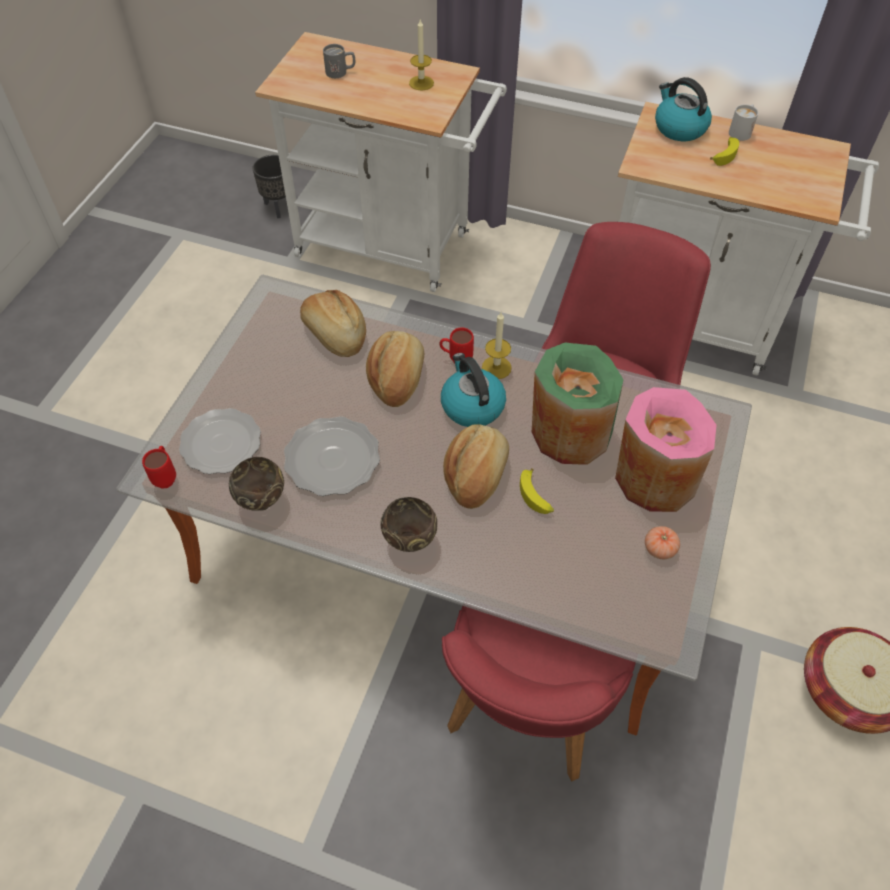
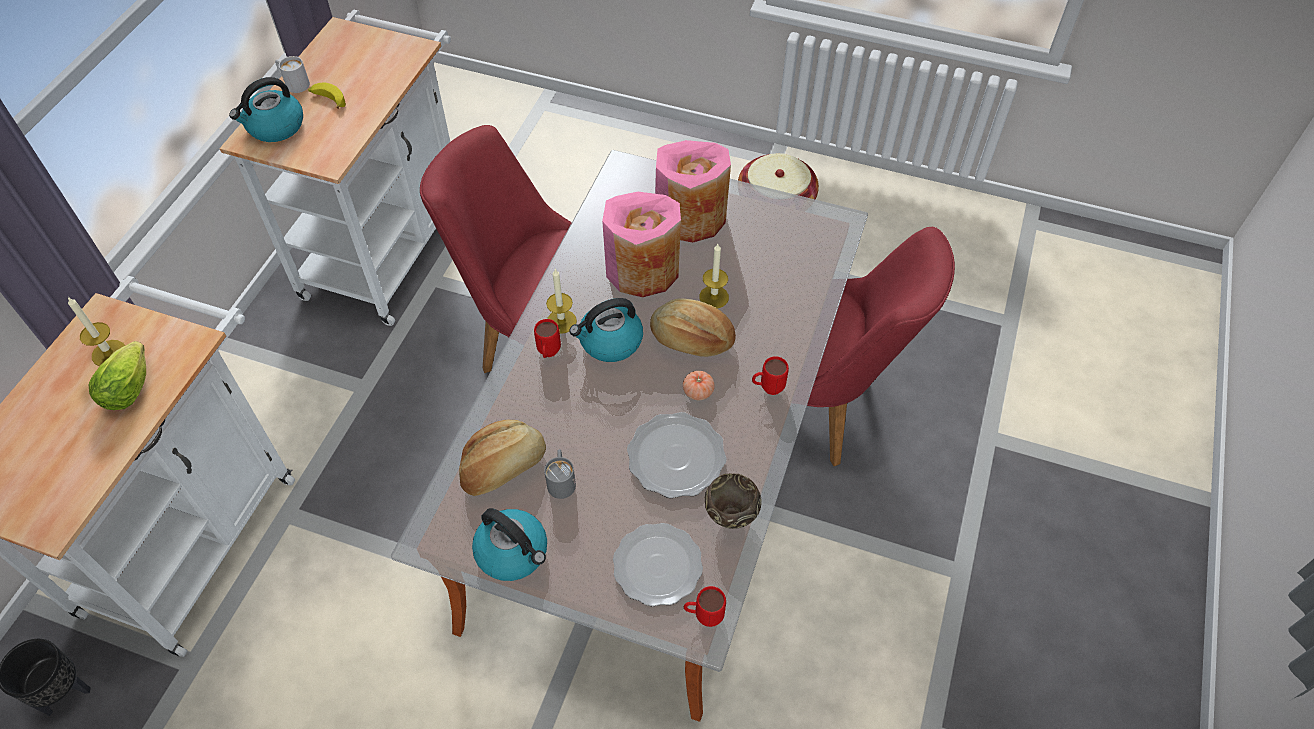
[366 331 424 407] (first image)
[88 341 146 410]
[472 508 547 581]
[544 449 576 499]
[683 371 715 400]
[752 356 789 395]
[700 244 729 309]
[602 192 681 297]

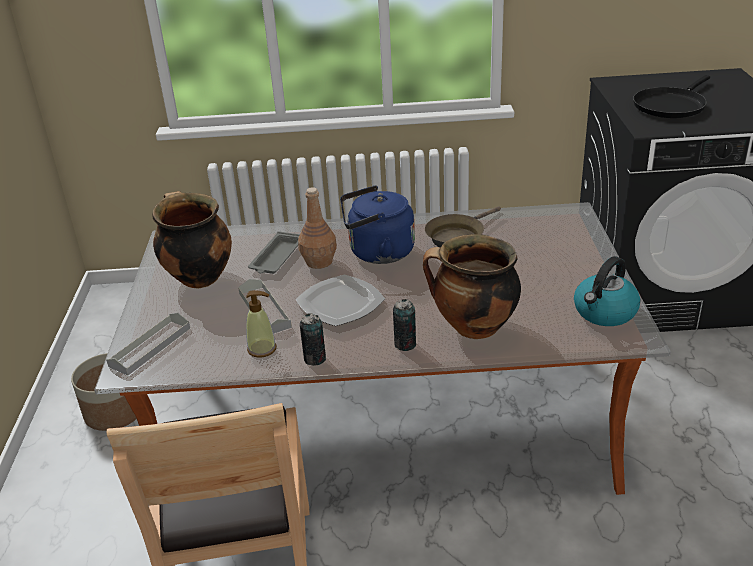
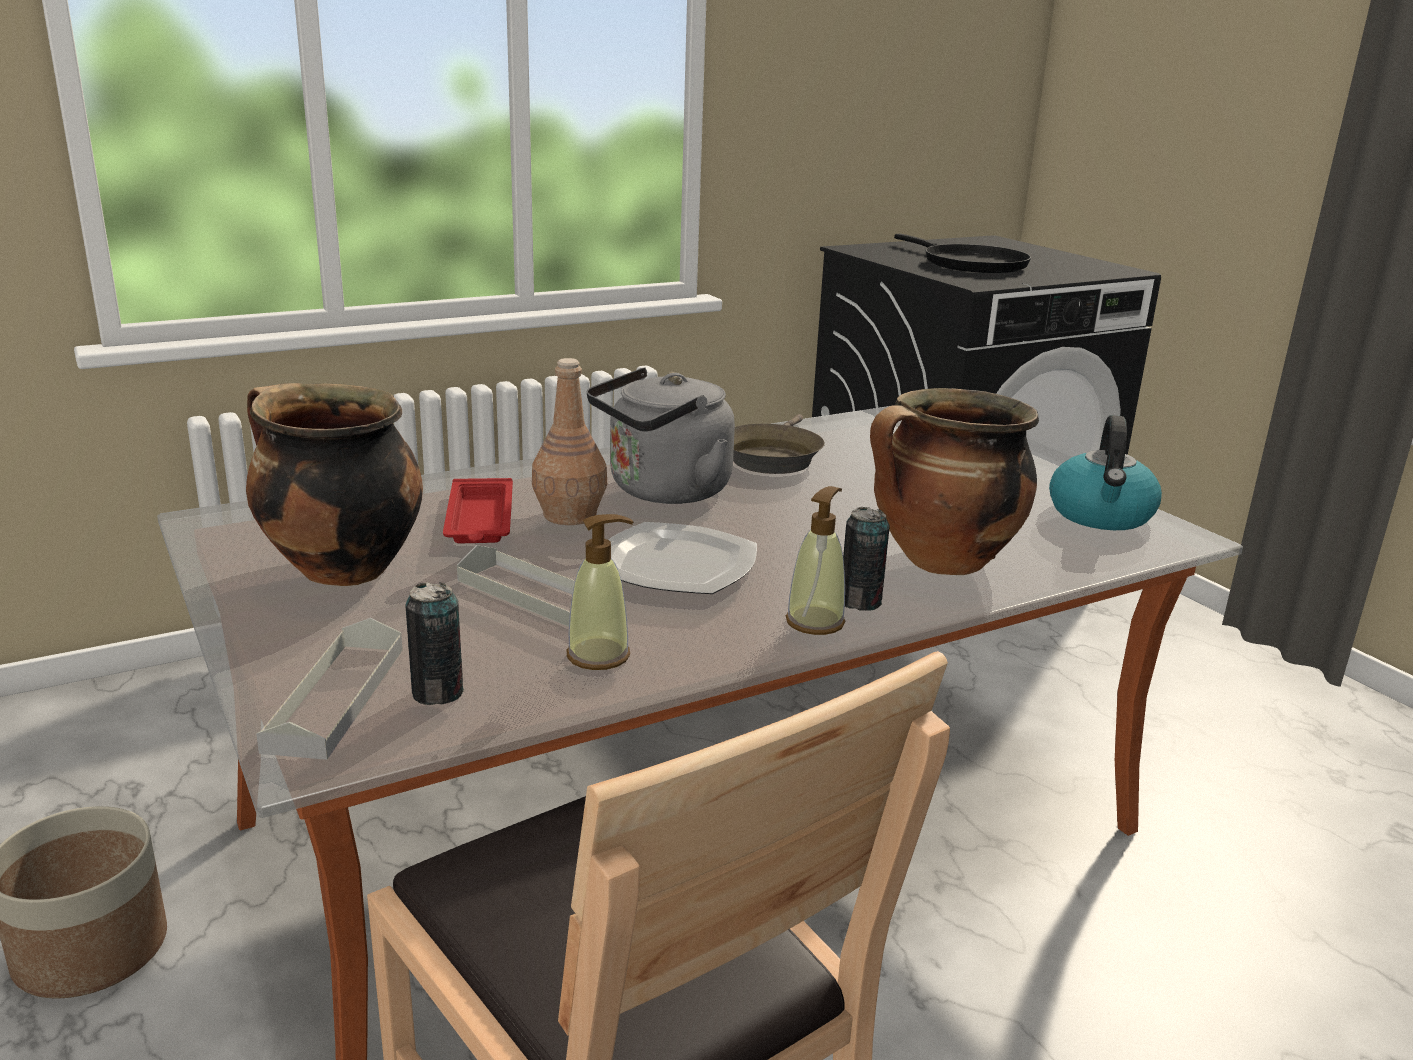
[786 486 846 635]
[405 582 464 705]
[443 478 513 543]
[587 368 735 504]
[894 234 1031 273]

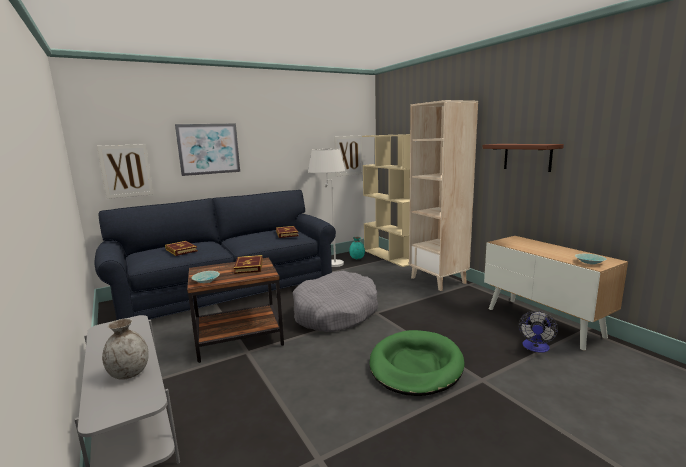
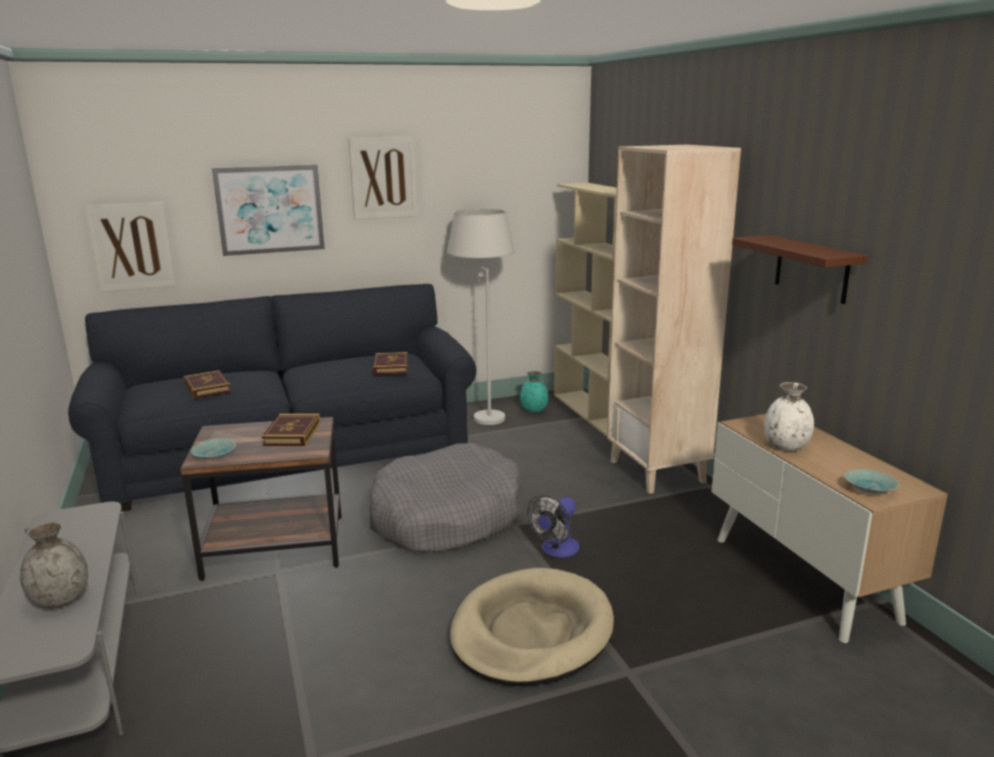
[764 382 814 451]
[348 136 418 220]
[527 495 579 558]
[450 568 614 686]

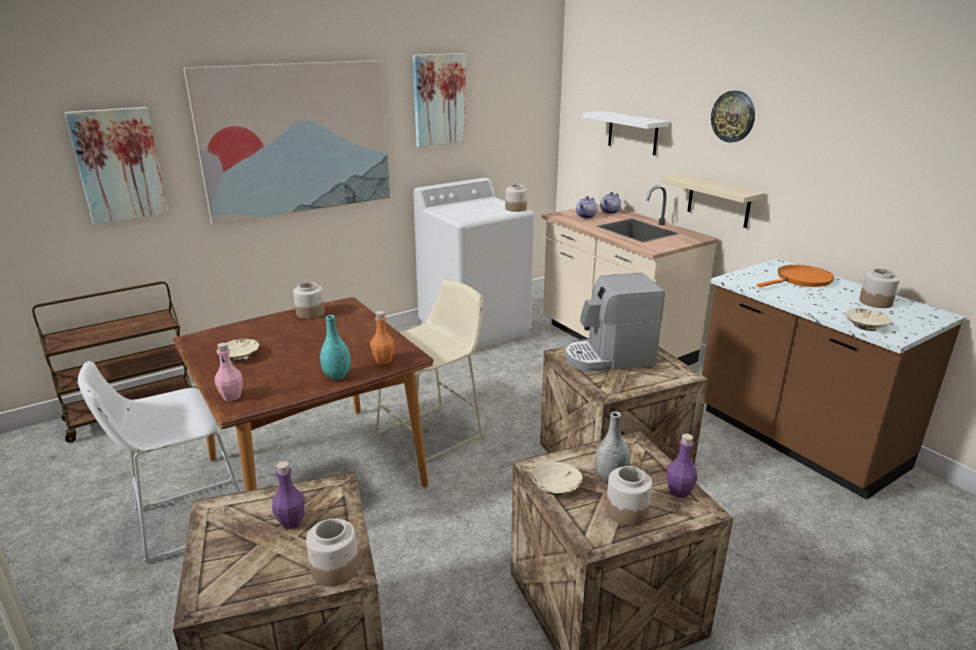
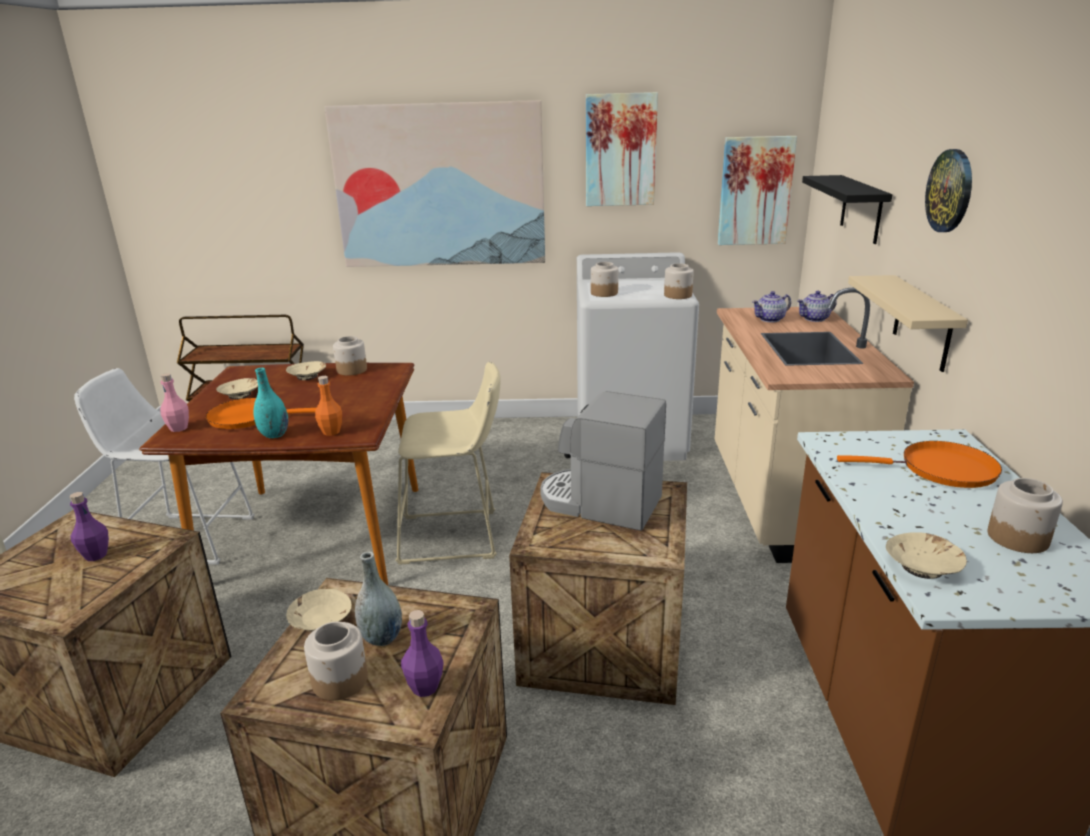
[206 398 316 429]
[286 361 326 380]
[718 136 797 245]
[591 262 618 297]
[802 175 892 244]

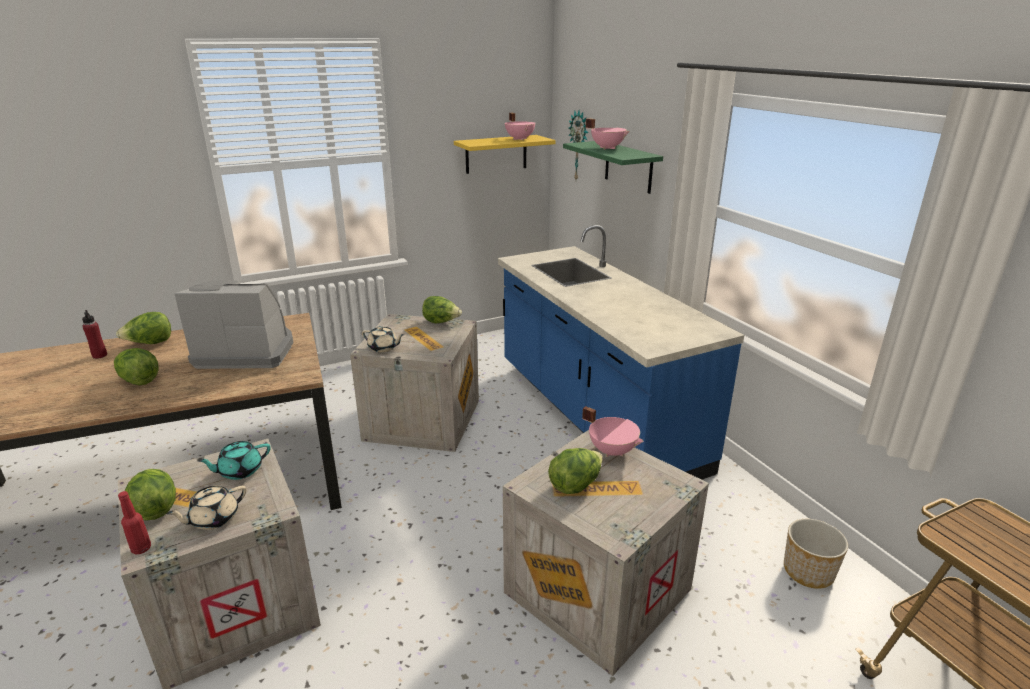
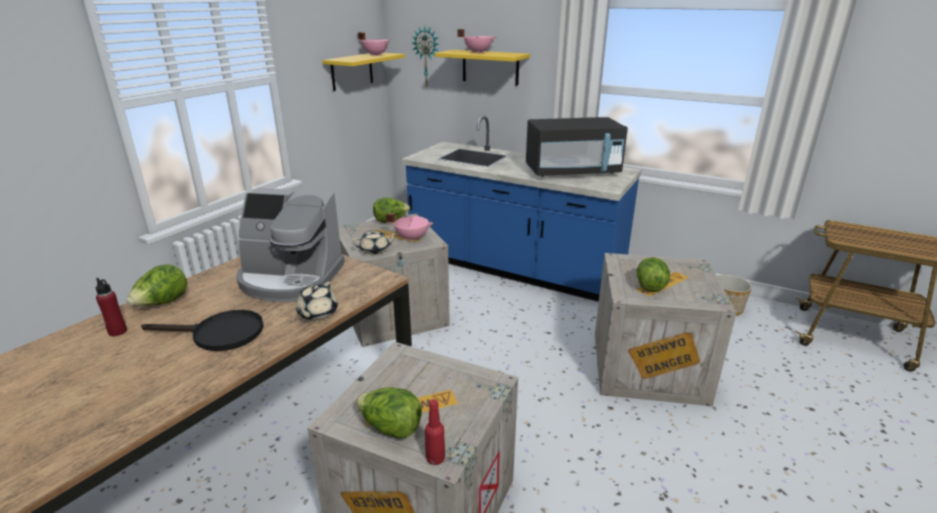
[198 441 271 480] (first image)
[526 117 628 177]
[296 282 338 321]
[386 213 433 242]
[141 310 264 351]
[435 50 530 86]
[236 188 345 302]

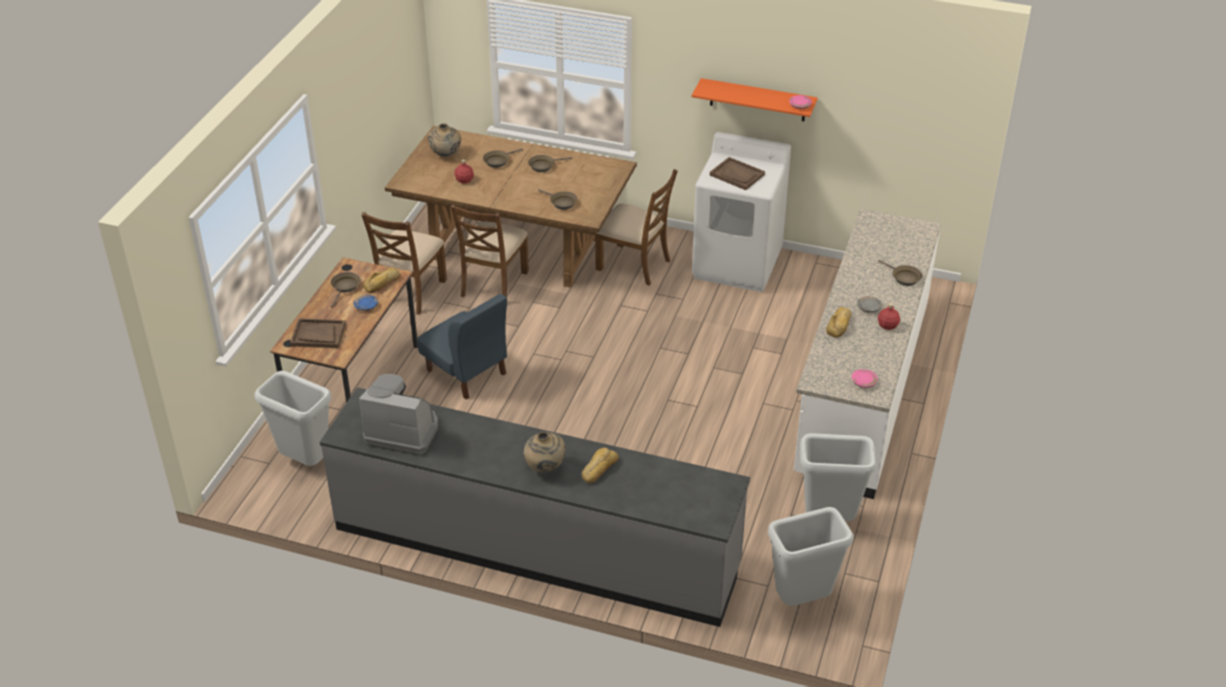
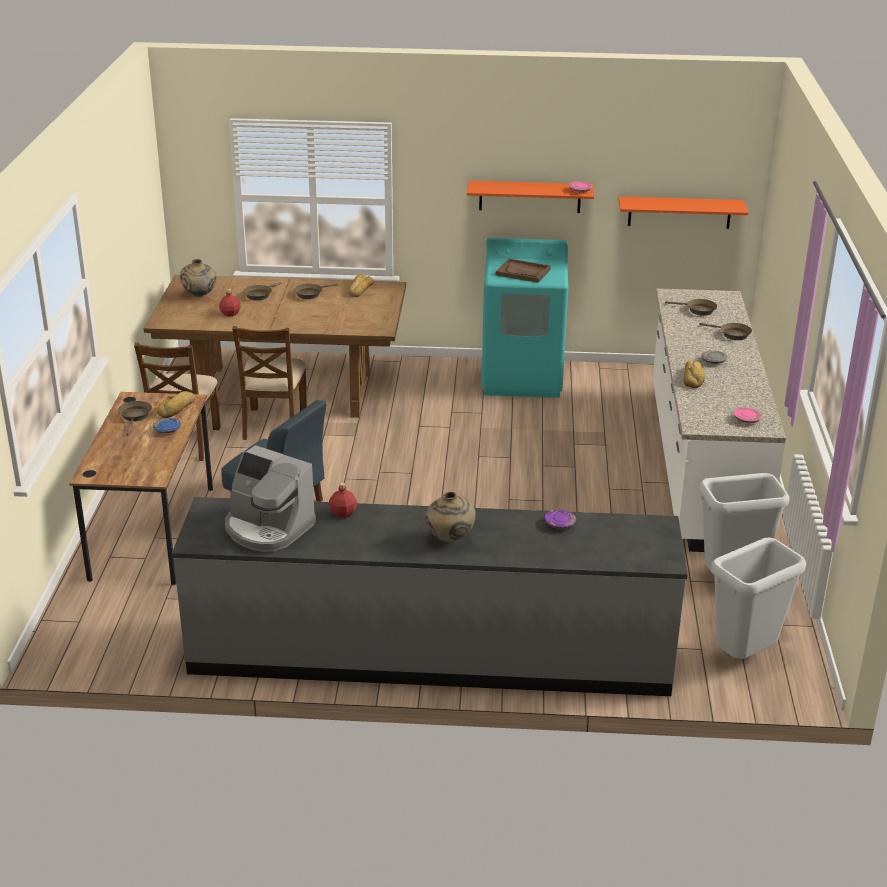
[254 371 331 466] (first image)
[290 318 346 348] (first image)
[595 169 678 286] (first image)
[545 510 576 529]
[618 196 749 229]
[665 299 717 316]
[348 274 374 297]
[329 483 357 518]
[481 238 568 398]
[225 445 316 552]

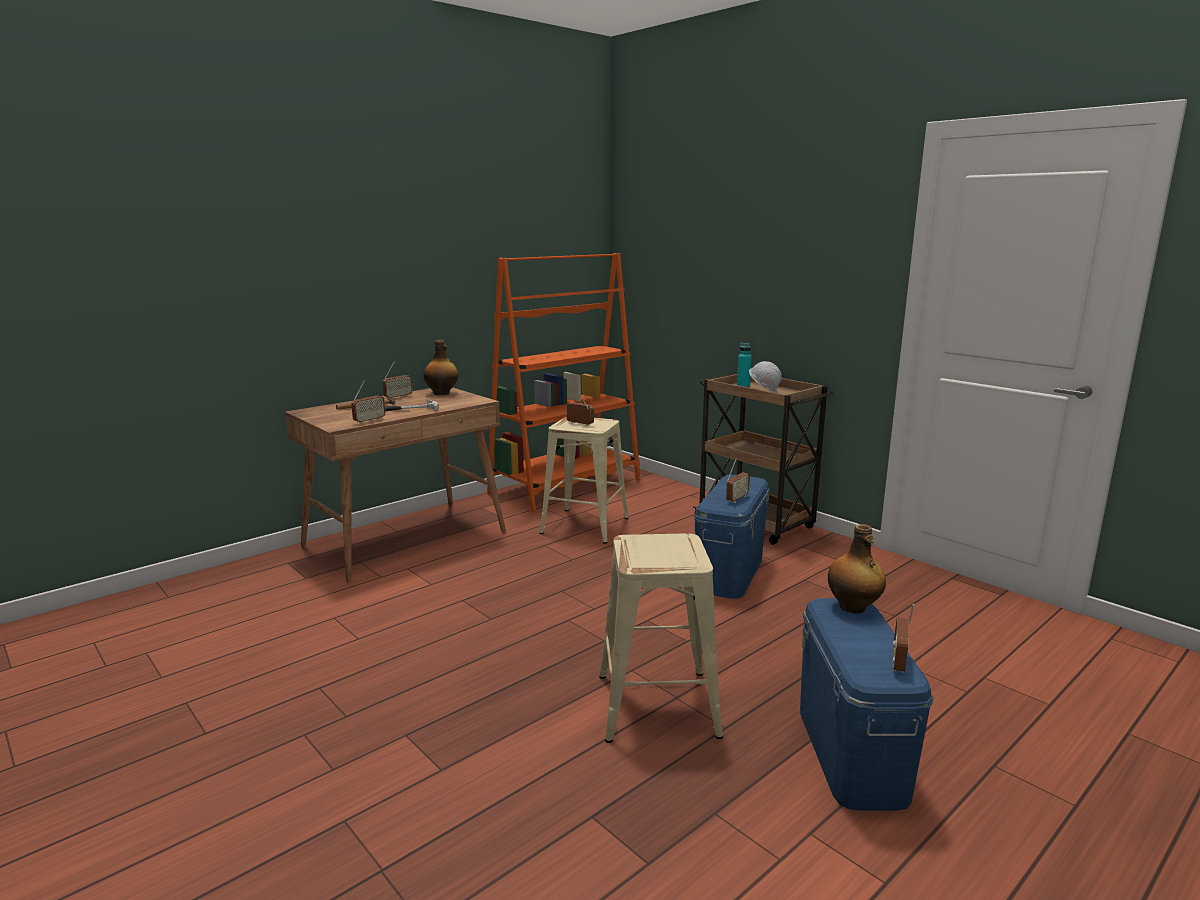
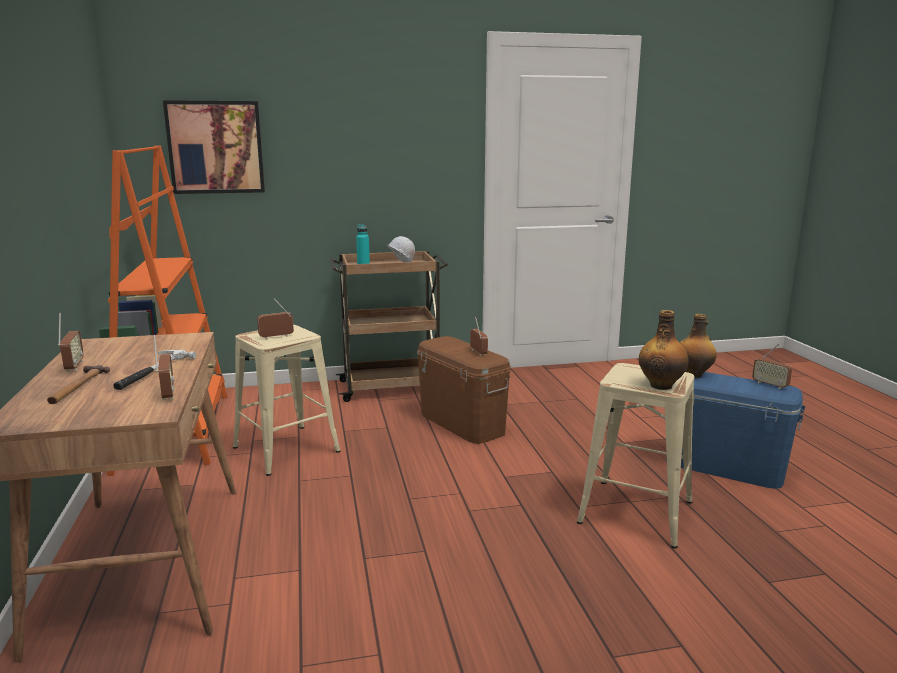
[163 100 265 194]
[639 310 688 390]
[417 336 511 444]

